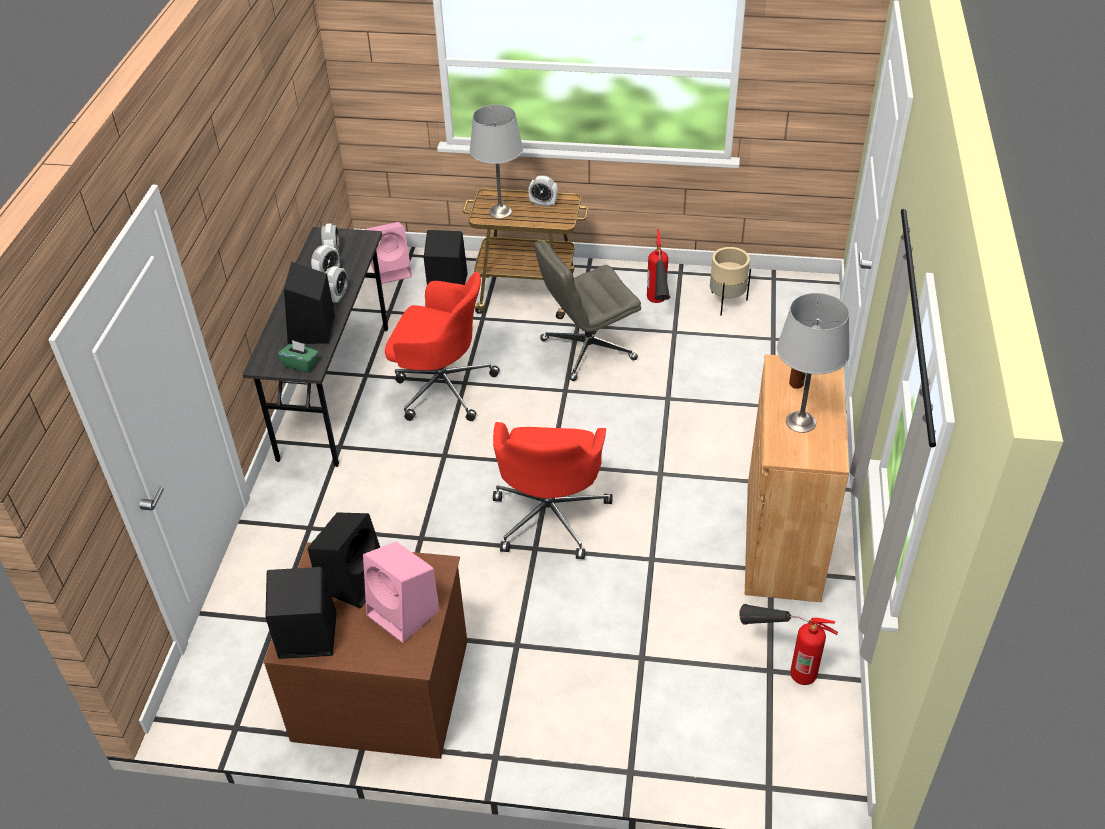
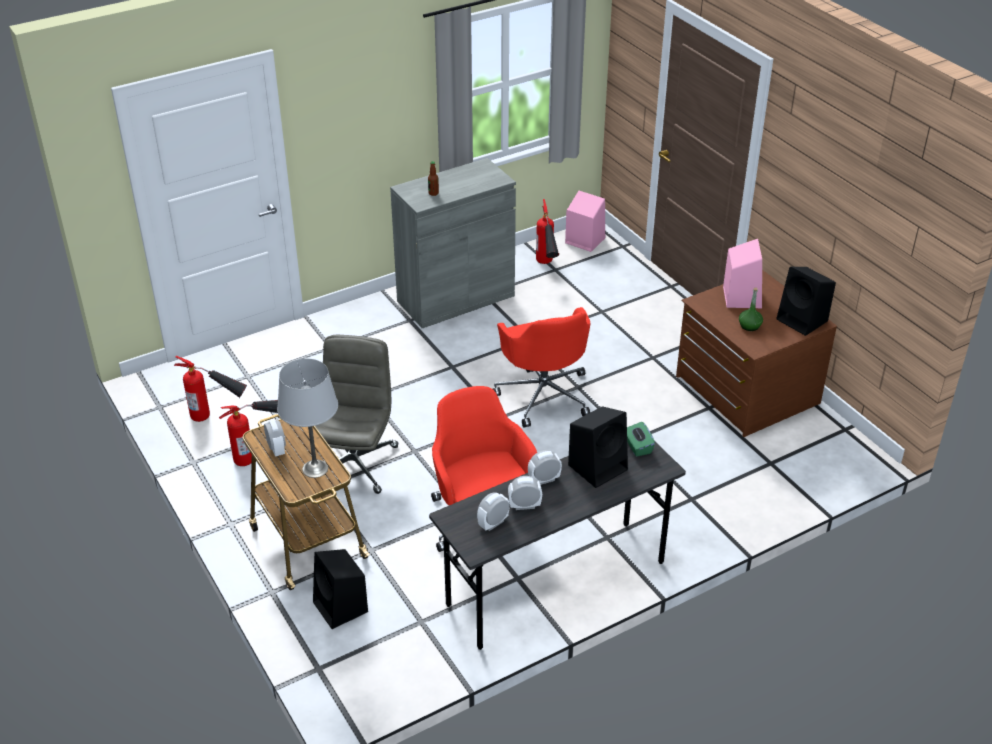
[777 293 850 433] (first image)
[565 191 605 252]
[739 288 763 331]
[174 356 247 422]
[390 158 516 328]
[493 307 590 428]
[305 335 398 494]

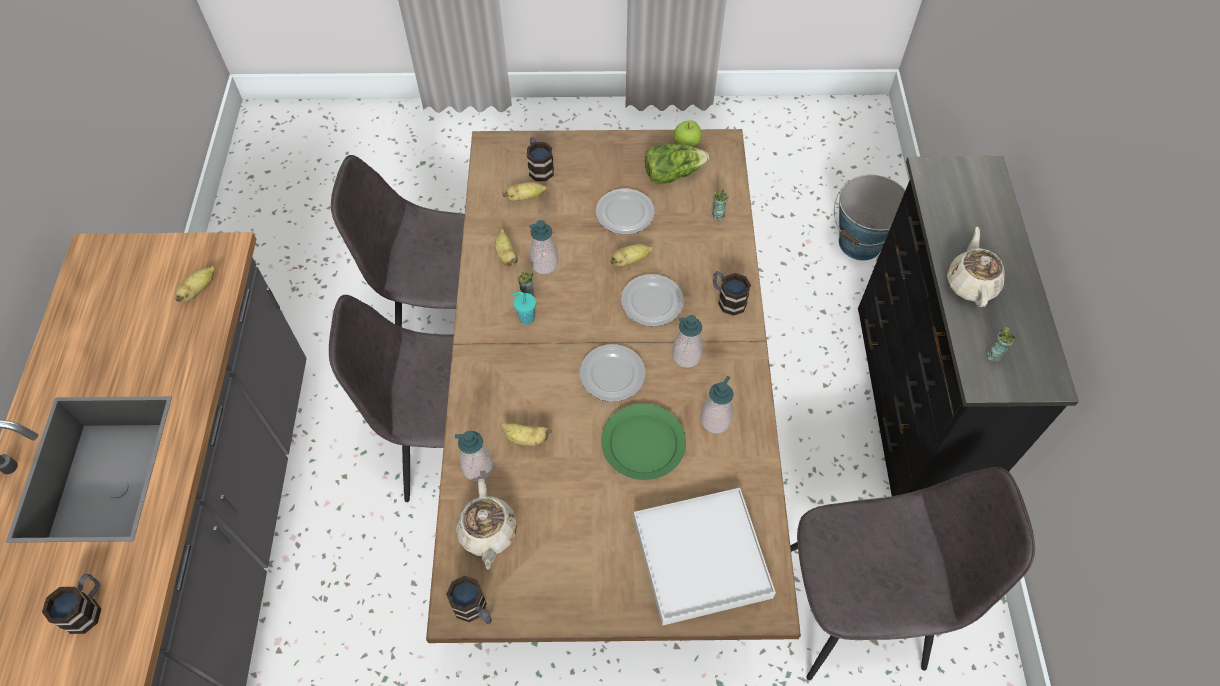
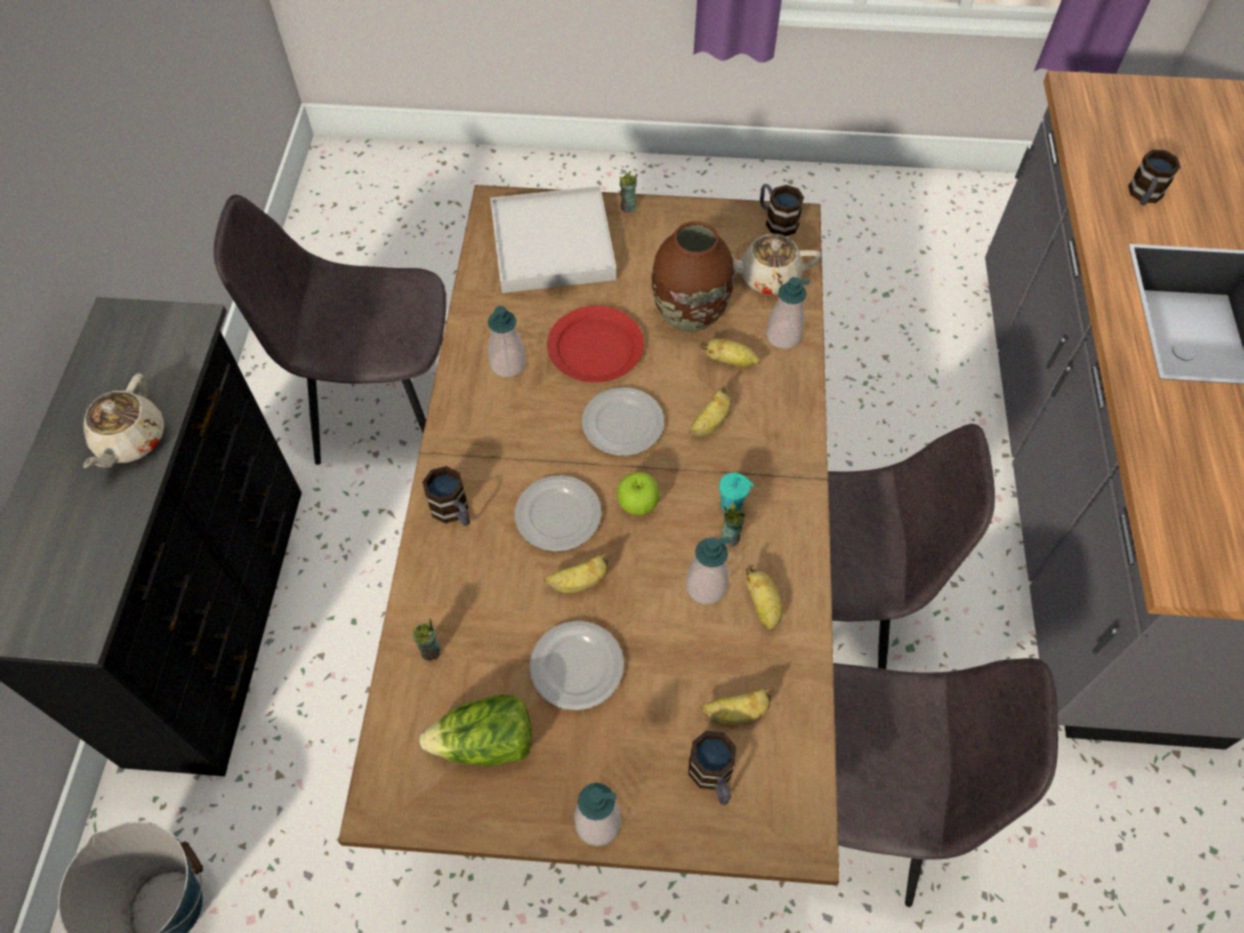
[652 221 734 332]
[689 385 731 437]
[574 783 621 846]
[617 472 660 515]
[620 171 637 213]
[547 306 644 383]
[731 234 821 295]

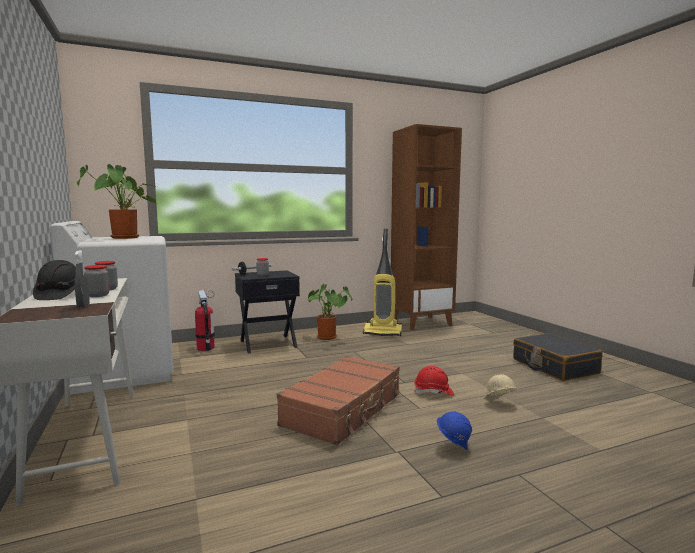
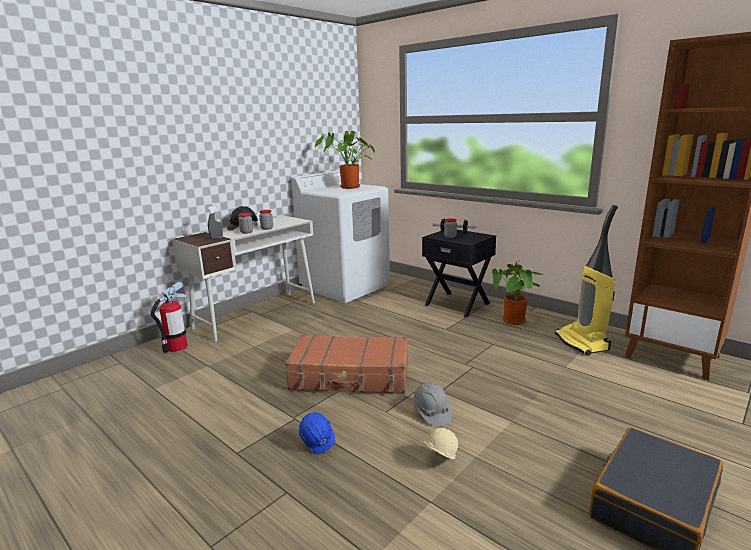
[151 282 188 353]
[412 382 452 426]

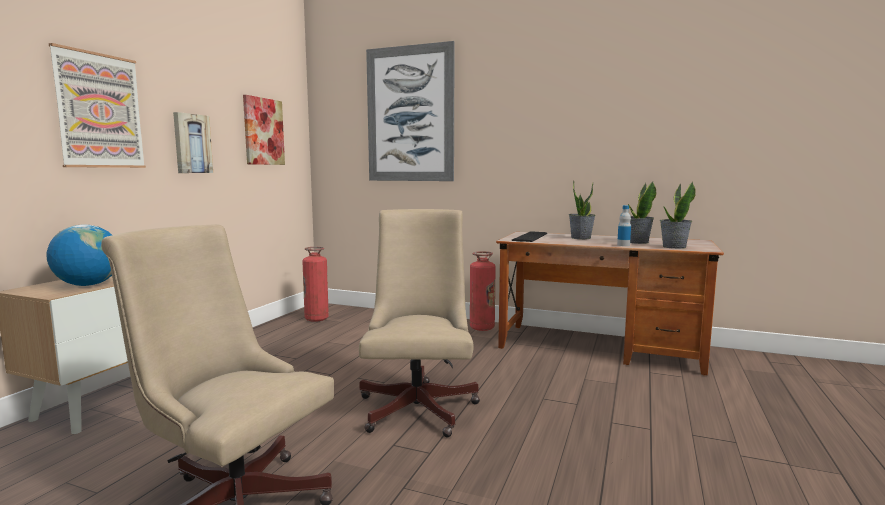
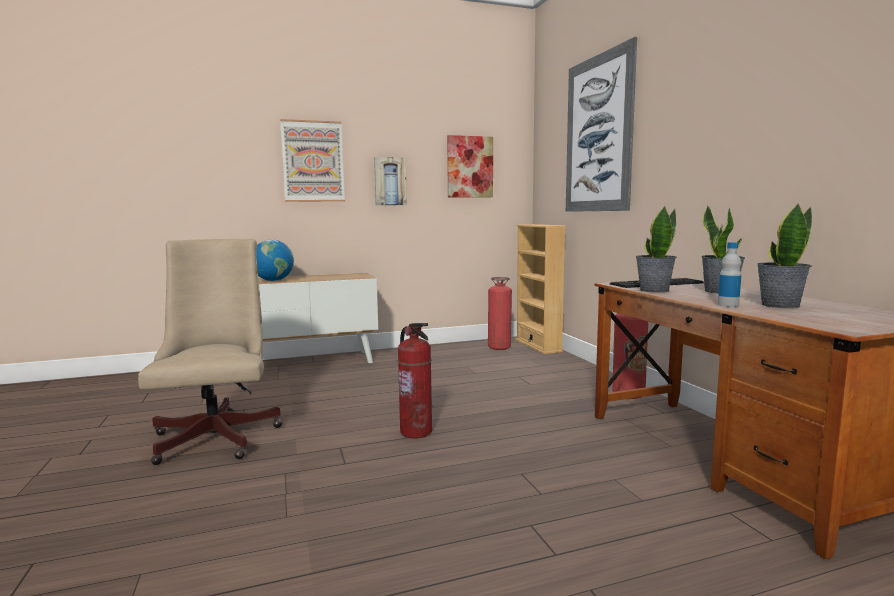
[515 224 566 354]
[636 206 677 293]
[398 323 432 438]

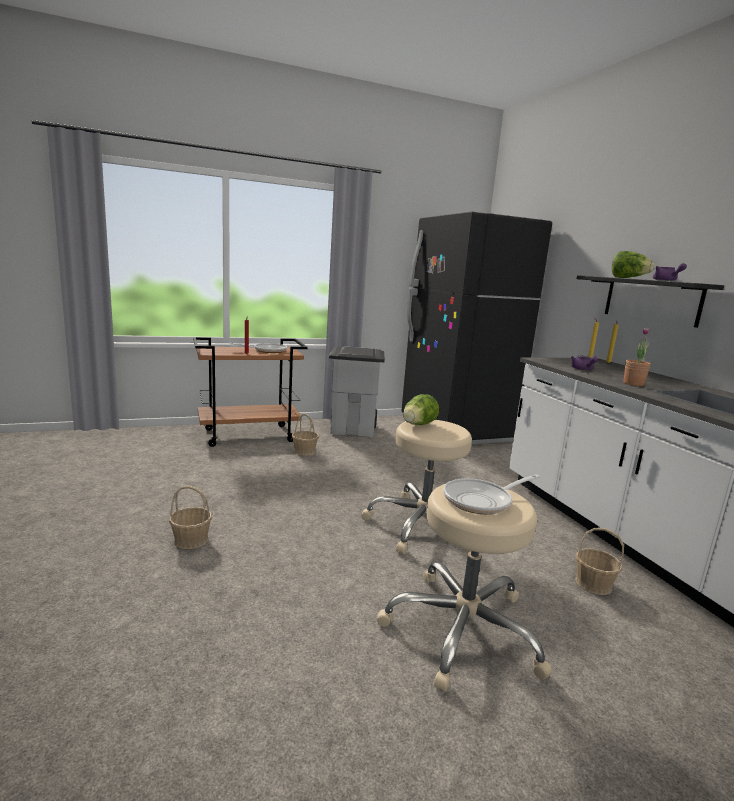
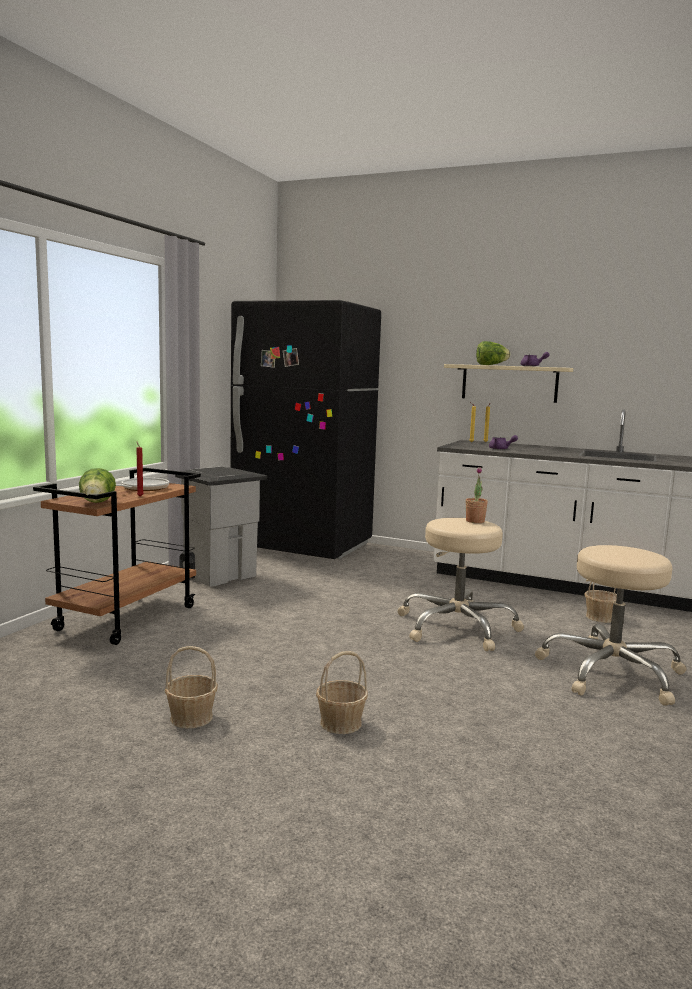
[443 474 540 514] (first image)
[165 646 218 728]
[79 468 116 503]
[466 467 488 523]
[444 364 573 403]

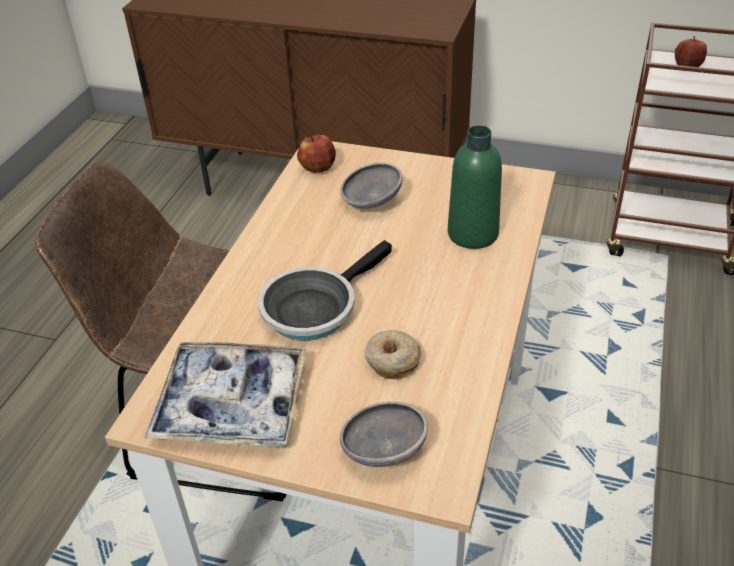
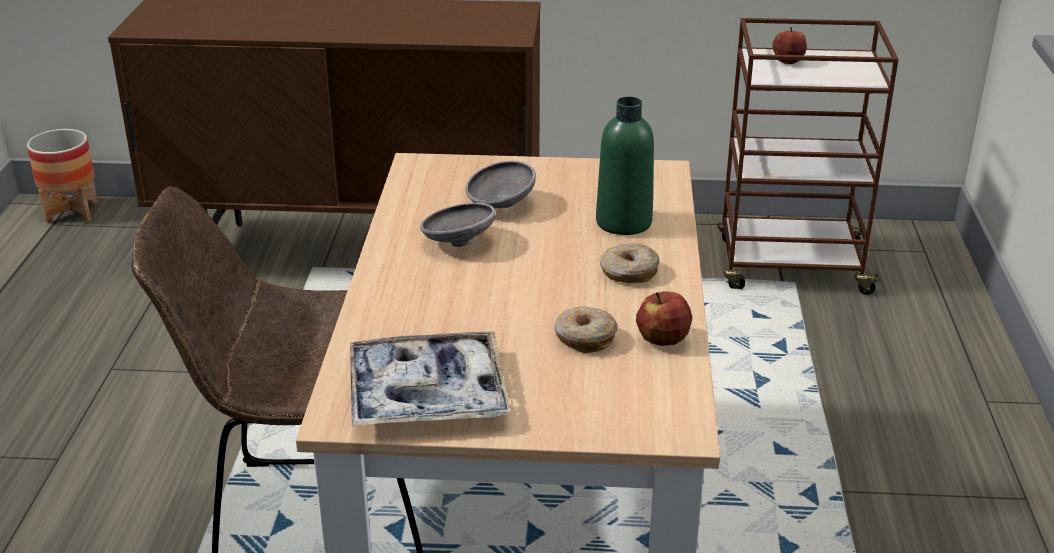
[258 240 392 341] (first image)
[27 129 98 223]
[599 243 659 283]
[636 291 692 346]
[420 203 495 247]

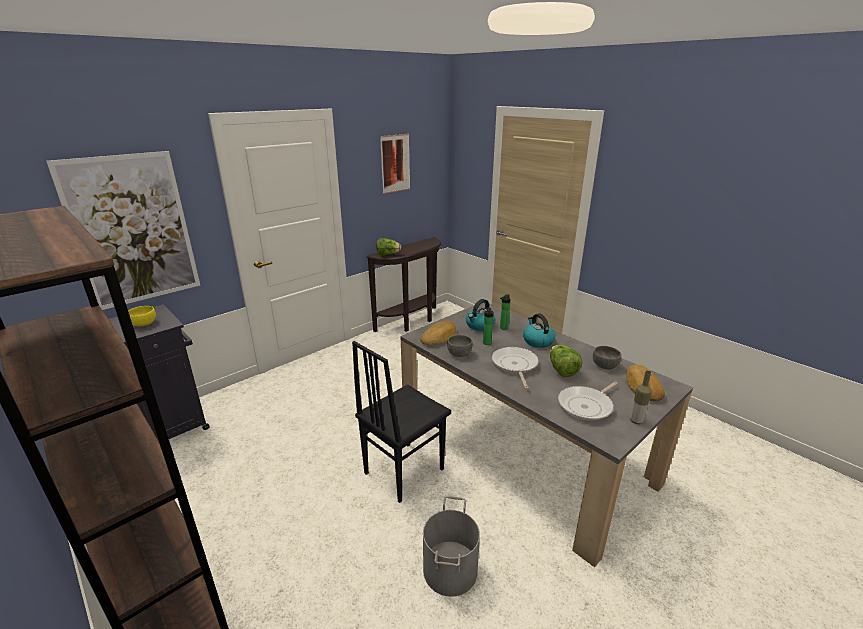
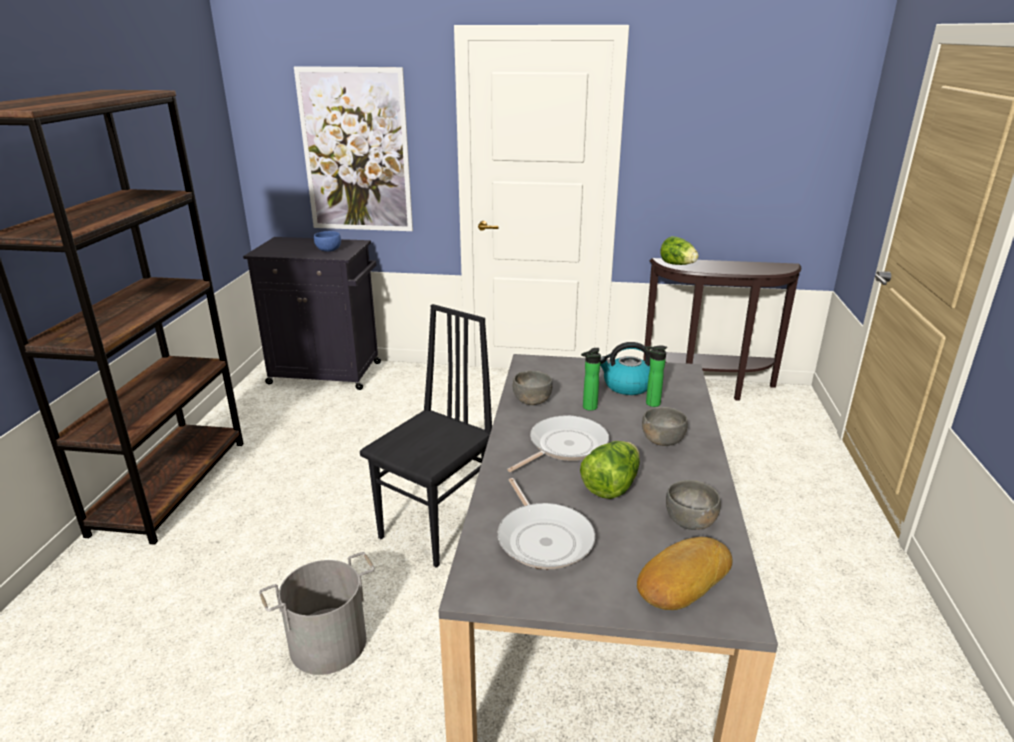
[380 134 410 194] (first image)
[420 321 456 346] (first image)
[630 371 652 424] (first image)
[642 407 688 446]
[314 231 341 252]
[360 304 492 568]
[498 478 595 569]

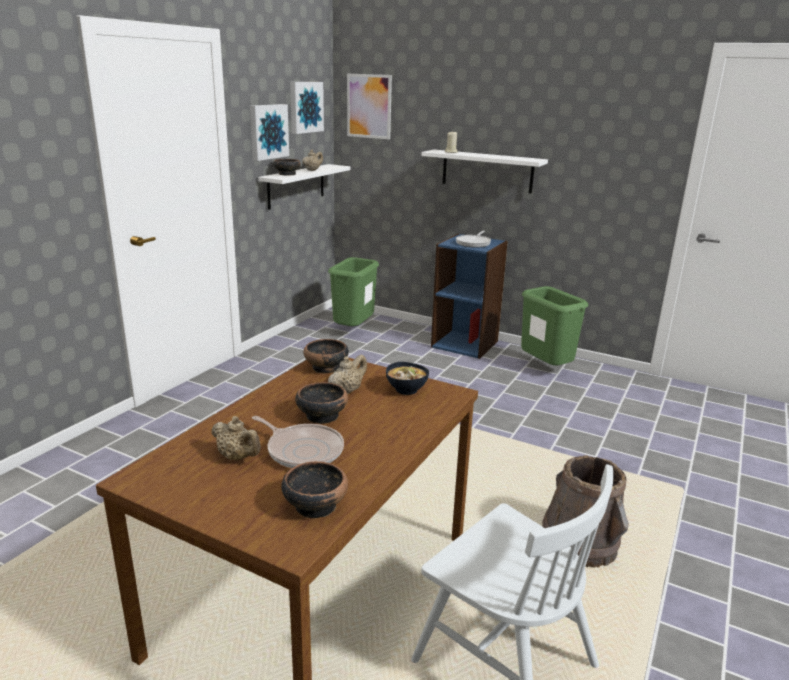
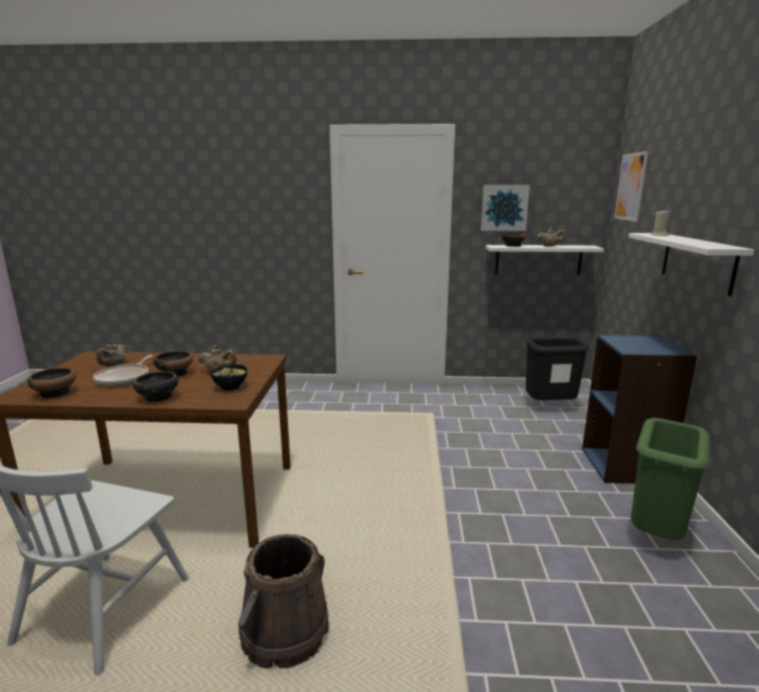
[290 82 324 134] (first image)
[456 231 491 248] (first image)
[133 371 178 402]
[526 337 589 400]

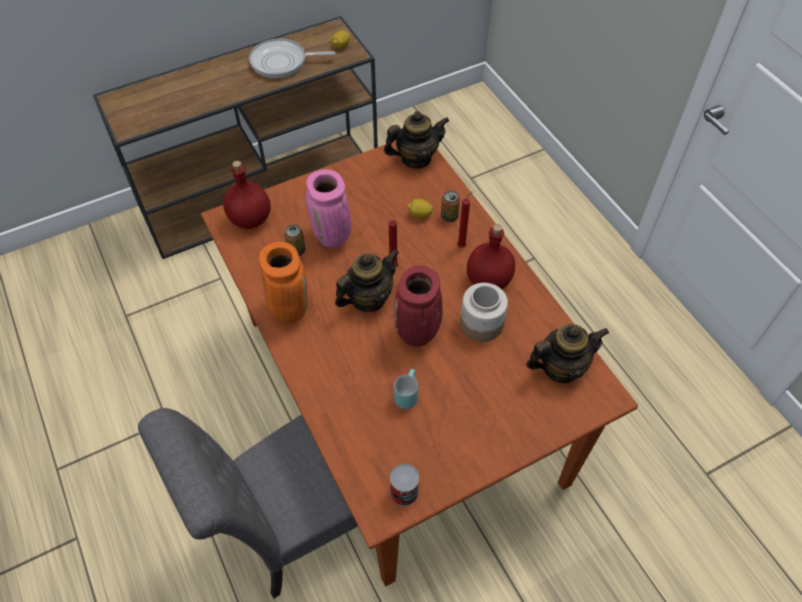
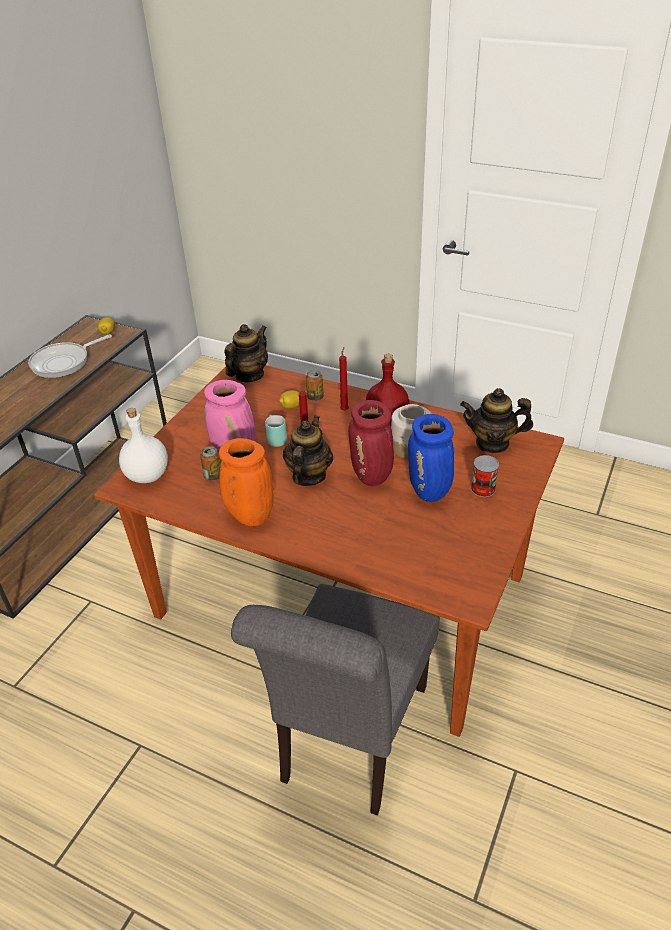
[408 414 454 502]
[471 455 499 497]
[265 415 287 447]
[119 408 168 483]
[460 388 533 453]

